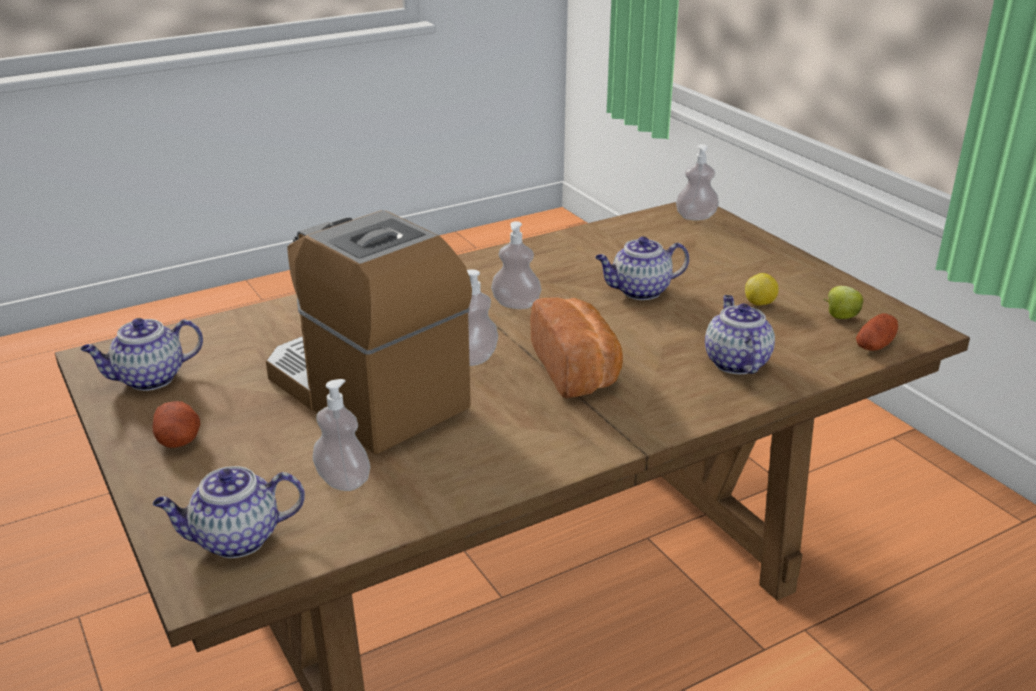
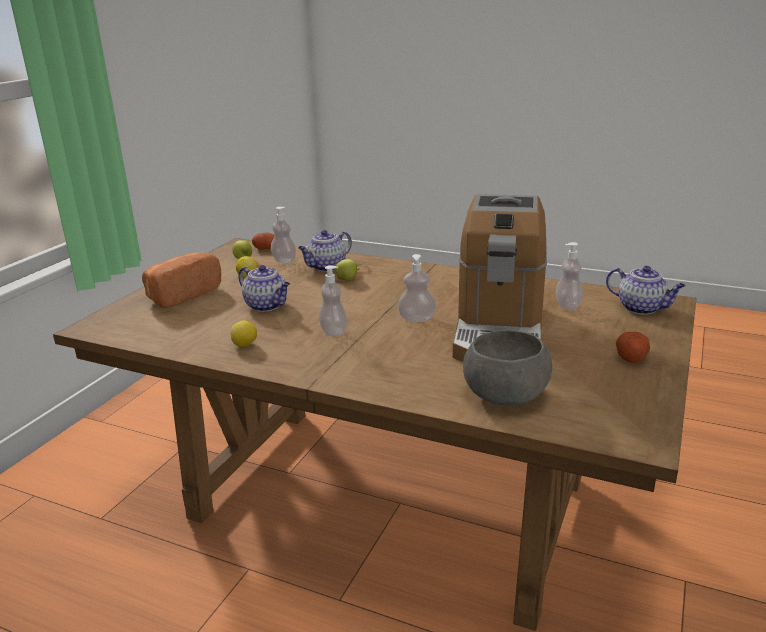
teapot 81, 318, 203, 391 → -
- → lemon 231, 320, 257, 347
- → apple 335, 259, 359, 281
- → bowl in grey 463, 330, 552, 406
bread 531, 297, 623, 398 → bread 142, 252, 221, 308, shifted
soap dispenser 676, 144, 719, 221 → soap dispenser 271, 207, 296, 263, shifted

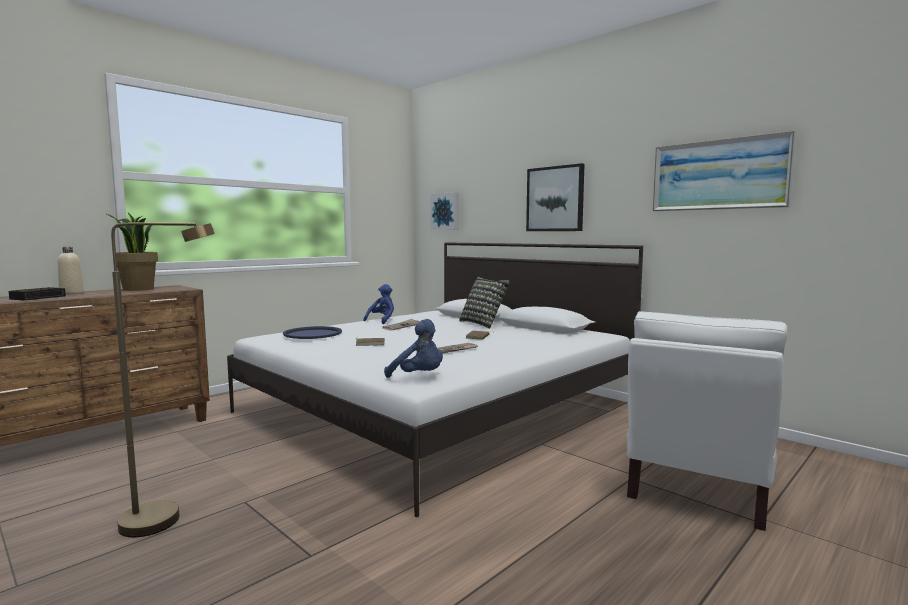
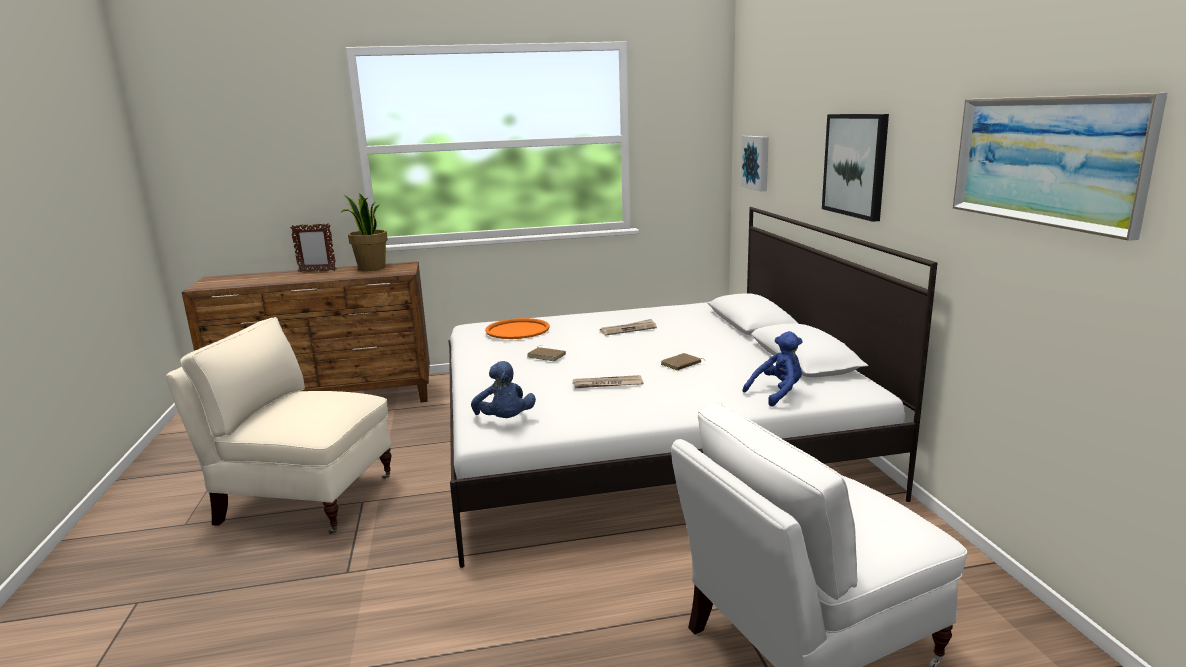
alarm clock 9, 287, 66, 301 → -
pillow 459, 277, 510, 329 → -
plush toy in blue 363, 284, 394, 324 → plush toy in blue 743, 331, 803, 407, shifted
bottle in beige 58, 247, 84, 295 → picture frame 290, 223, 337, 272
floor lamp in brown 111, 222, 215, 537 → armchair in beige 166, 317, 392, 534
tray in blue 283, 326, 342, 339 → tray in orange 485, 318, 550, 339

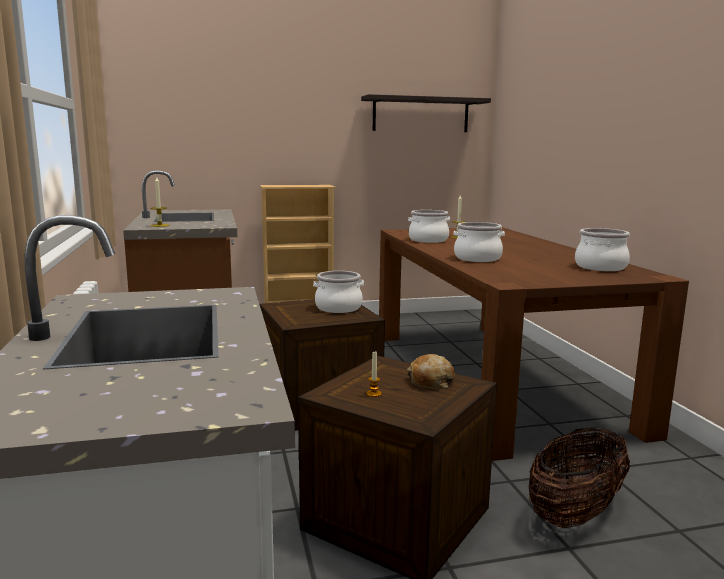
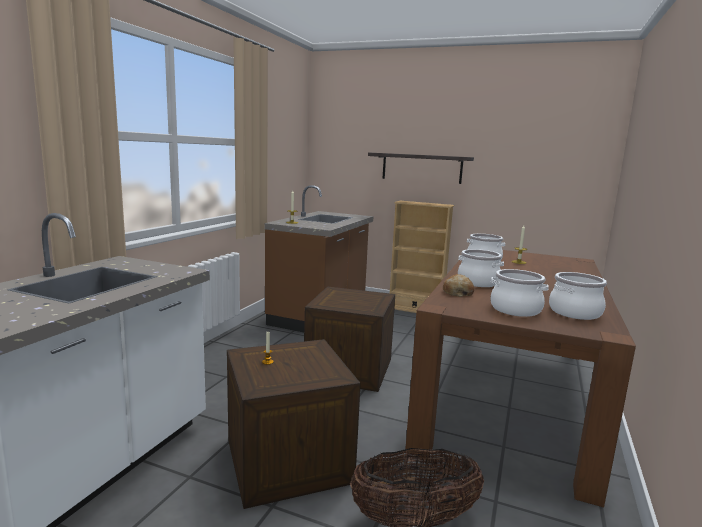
cooking pot 313, 271, 364, 313 → cooking pot 490, 269, 549, 317, shifted
shelf 361, 94, 491, 132 → shelf 368, 152, 474, 184, shifted
bread 407, 354, 455, 389 → bread 443, 274, 474, 297, shifted

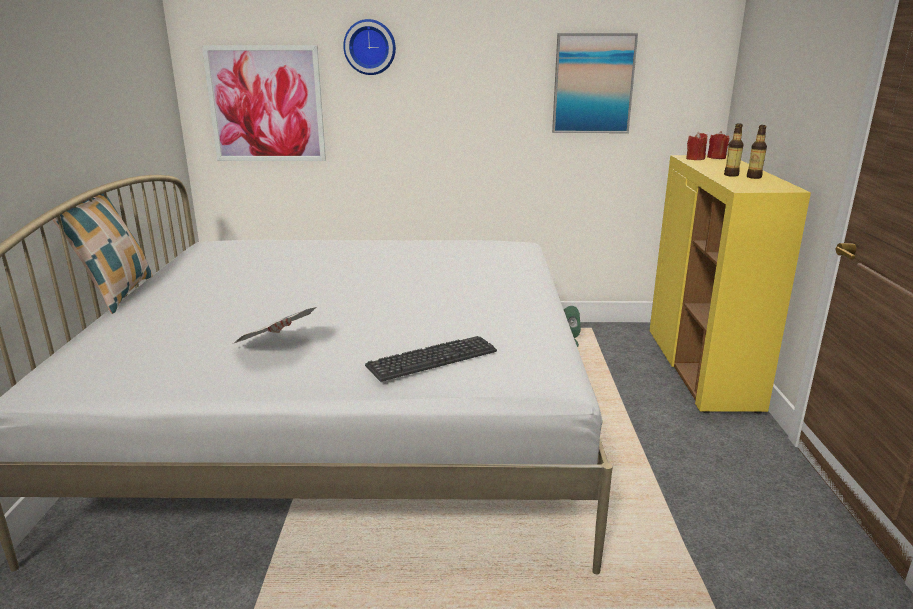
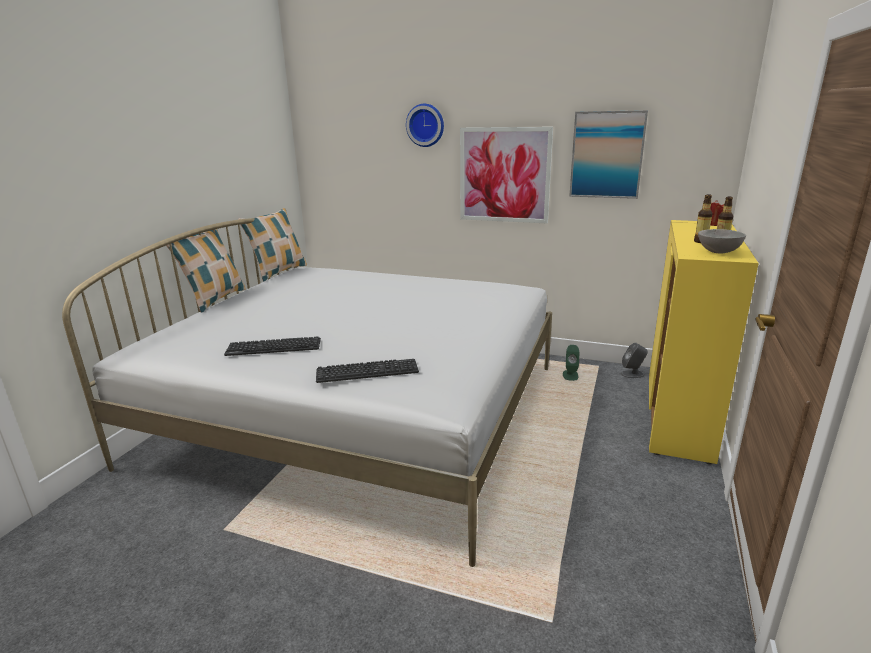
candle in red 686, 132, 707, 160 → -
- → pillow 238, 208, 307, 282
- → speaker in grey 621, 343, 648, 378
- → bowl in grey 698, 229, 746, 253
picture 202, 45, 326, 161 → picture 460, 127, 553, 223, shifted
newspaper 235, 307, 316, 343 → keyboard 224, 336, 321, 356

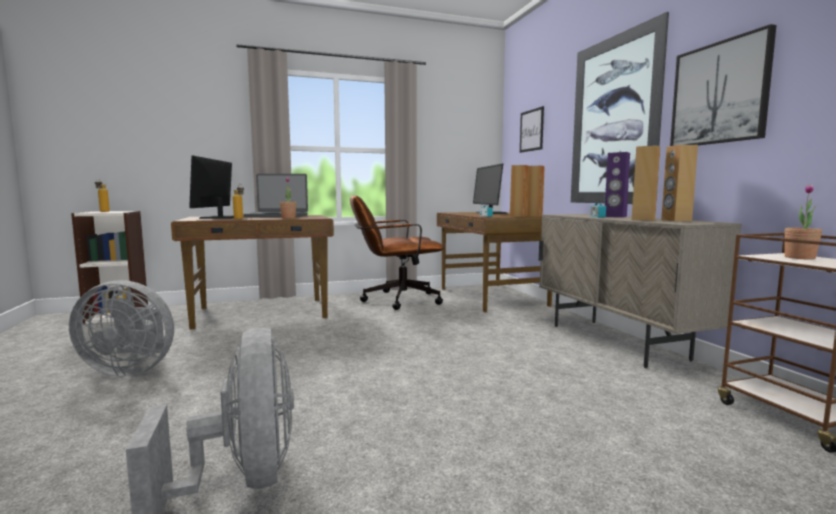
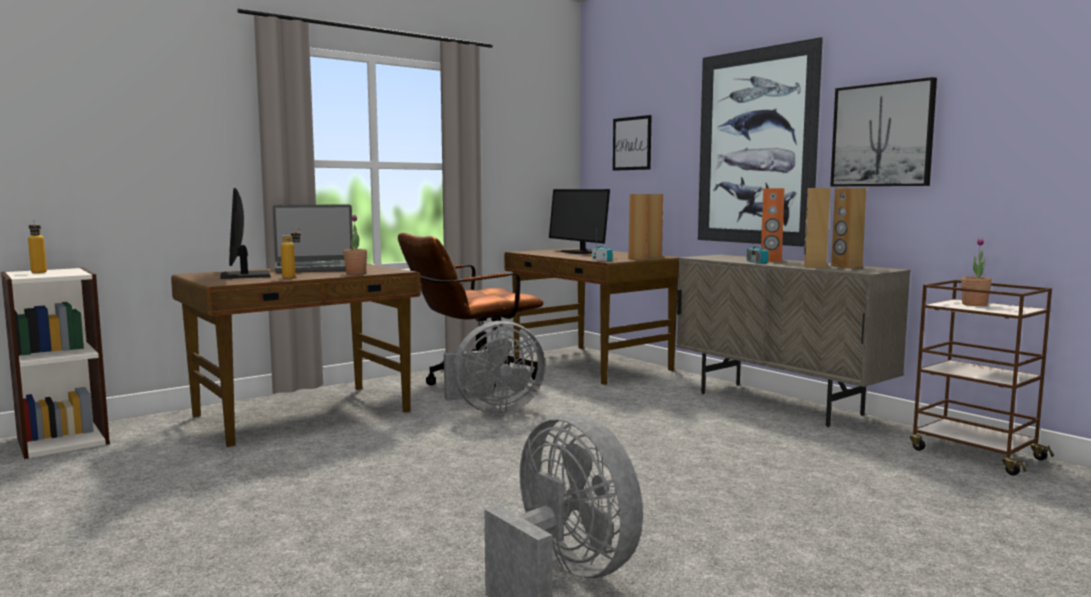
fan in grey 69, 280, 174, 377 → fan in grey 444, 321, 545, 414, shifted
speaker in purple 605, 152, 630, 217 → speaker in orange 761, 188, 785, 262

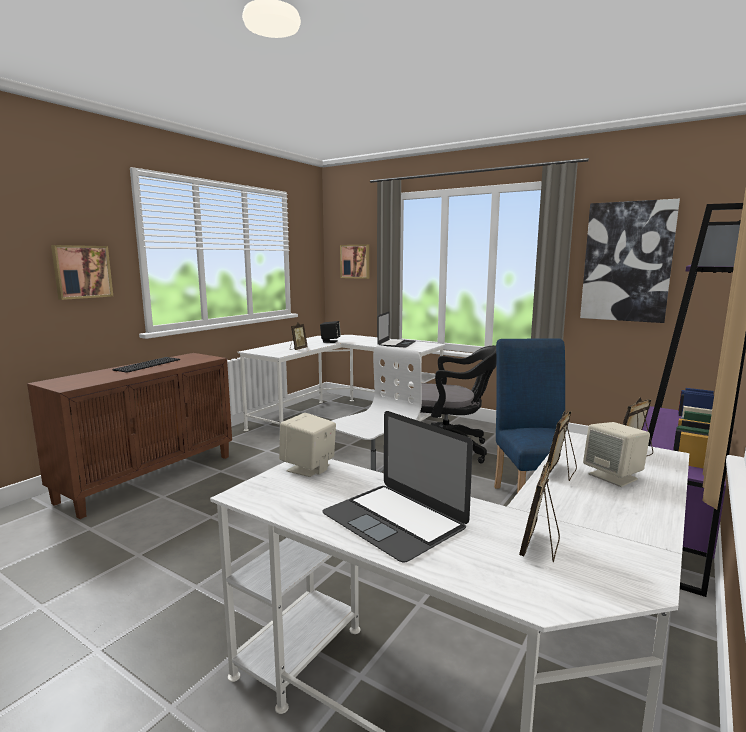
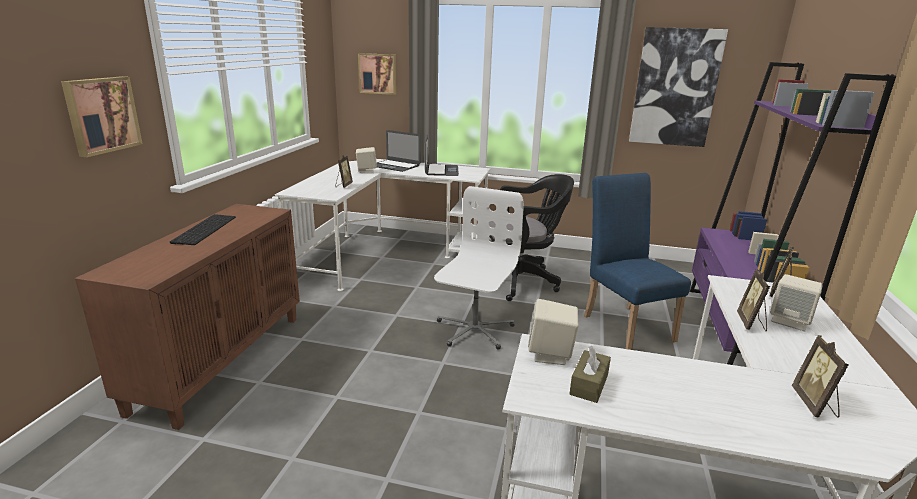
- → tissue box in brown 569, 346, 611, 403
laptop 322, 411, 473, 563 → laptop 377, 130, 420, 172, shifted
speaker in black 320, 321, 341, 343 → speaker in beige 356, 147, 377, 173

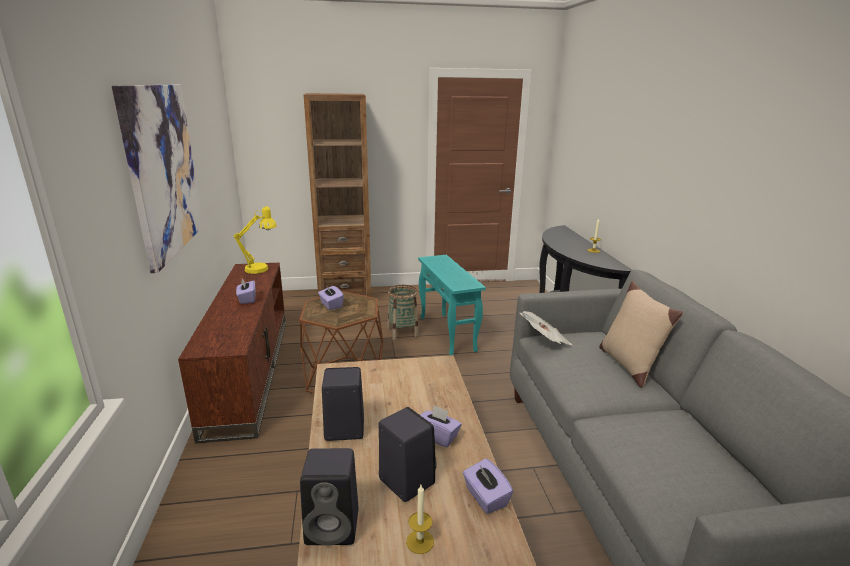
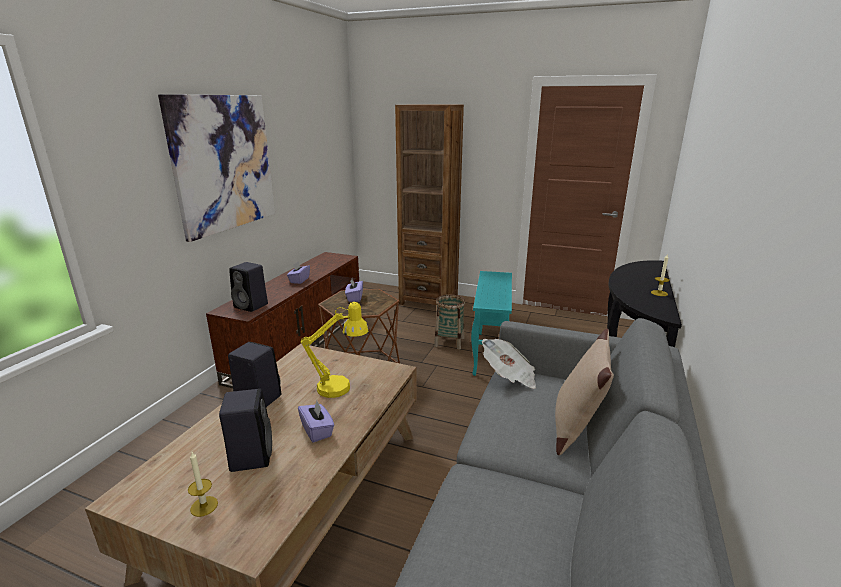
tissue box in purple 463, 458, 513, 514 → -
table lamp in yellow 234, 206, 277, 274 → table lamp in yellow 301, 302, 369, 398, shifted
speaker in black 300, 448, 358, 546 → speaker in black 229, 262, 268, 312, shifted

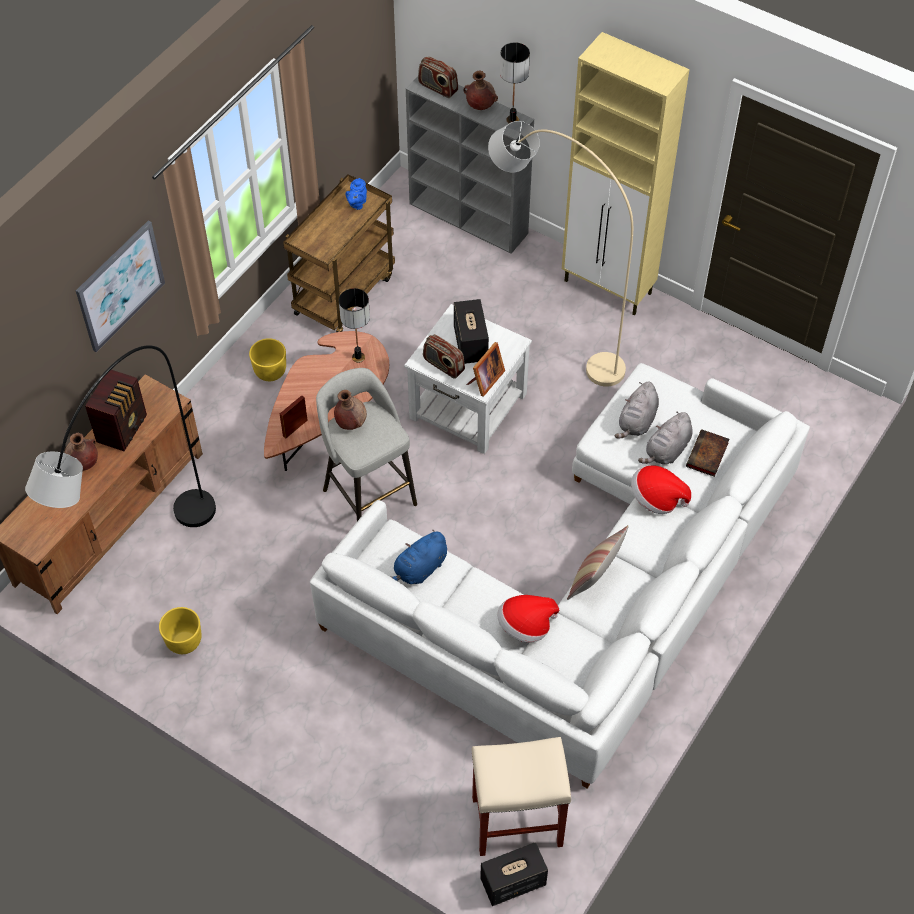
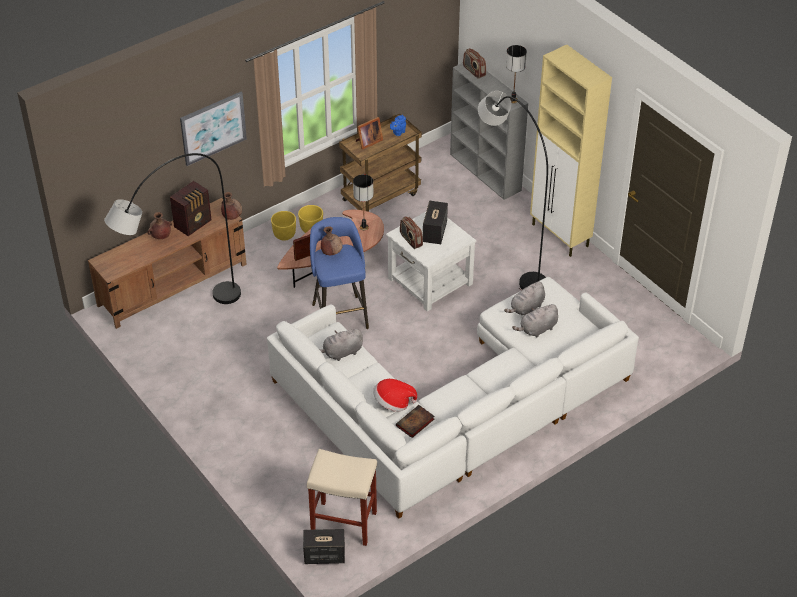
pillow 567, 525, 629, 600 → -
hat 631, 465, 691, 514 → -
planter in yellow 159, 607, 201, 654 → planter in yellow 271, 211, 296, 241, shifted
vase in brown 463, 71, 498, 110 → vase in brown 221, 192, 242, 220, shifted
picture frame 466, 342, 505, 397 → picture frame 356, 117, 383, 150, shifted
book 686, 429, 729, 477 → book 396, 405, 434, 438, shifted
stool in grey 316, 368, 417, 521 → stool in blue 310, 217, 369, 329
plush toy in blue 391, 530, 447, 584 → plush toy in grey 319, 329, 363, 361
floor lamp in beige 488, 121, 633, 387 → floor lamp in black 478, 91, 548, 290

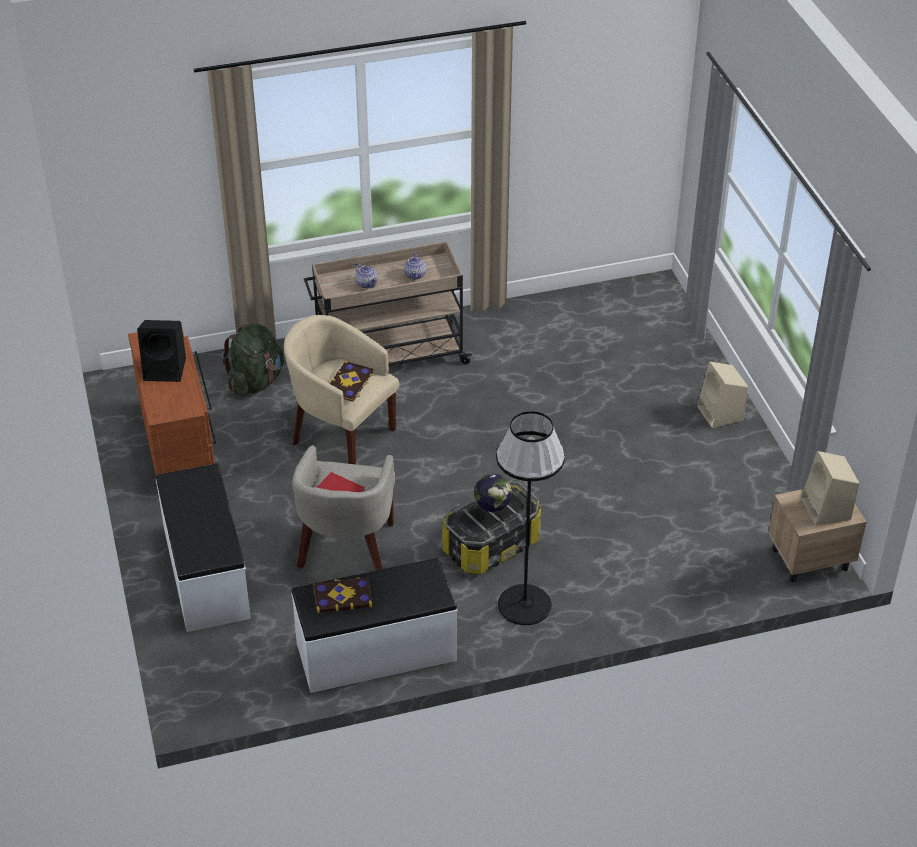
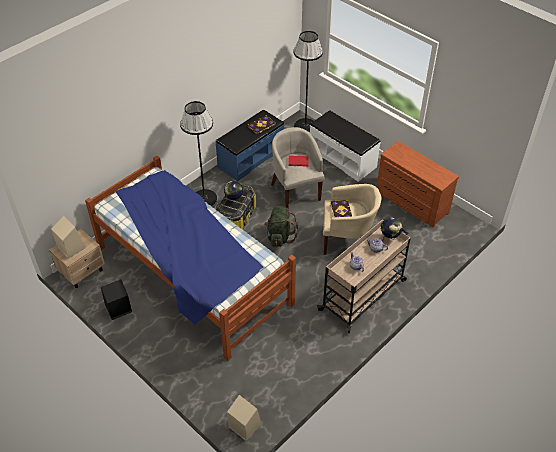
- → bed 85, 156, 296, 361
- → floor lamp in black 293, 31, 323, 133
- → globe 381, 217, 402, 245
speaker in black 137, 320, 186, 382 → speaker in black 101, 279, 132, 320, shifted
backpack in green 222, 323, 284, 396 → backpack in green 264, 206, 298, 247, shifted
speaker in beige 697, 362, 748, 428 → speaker in beige 227, 395, 261, 441, shifted
bench in white 291, 558, 458, 693 → bench in blue 215, 110, 284, 182

